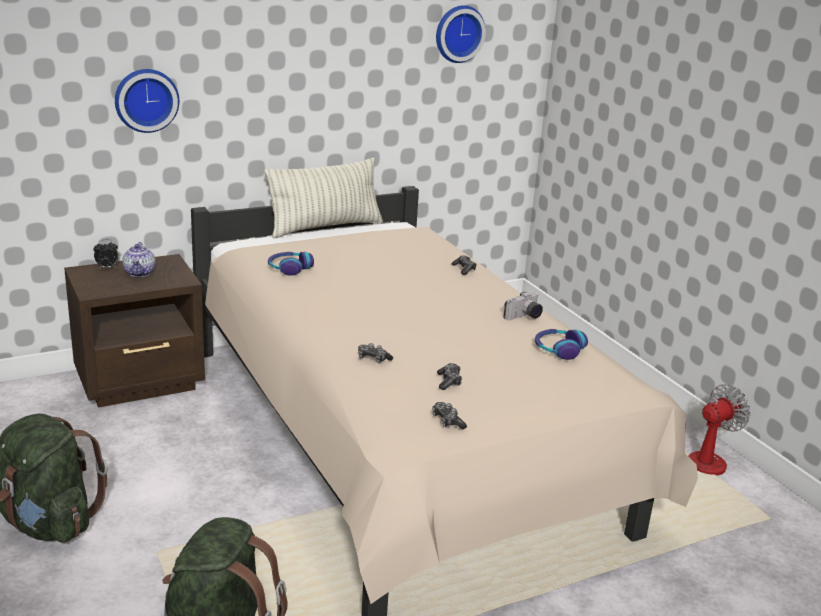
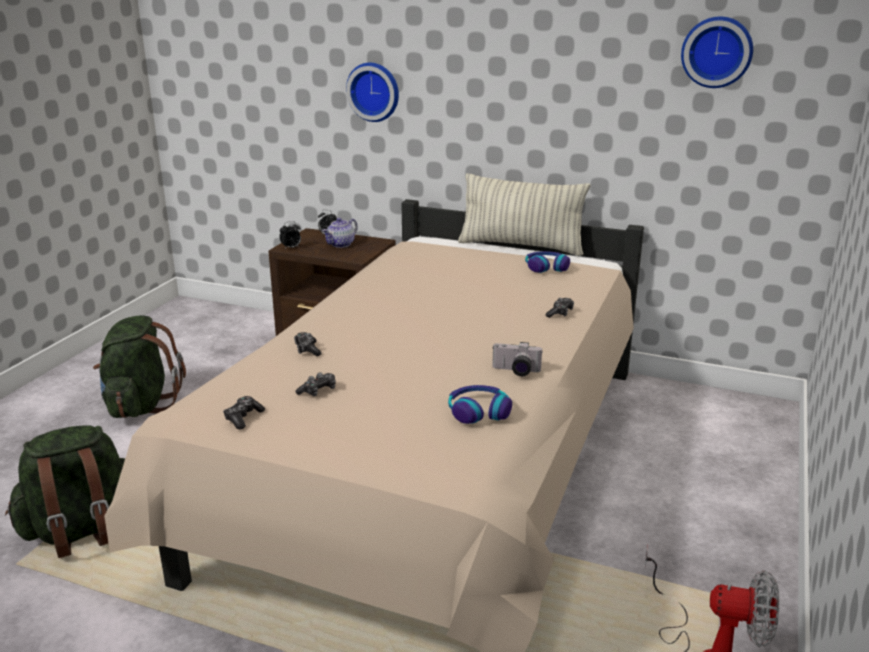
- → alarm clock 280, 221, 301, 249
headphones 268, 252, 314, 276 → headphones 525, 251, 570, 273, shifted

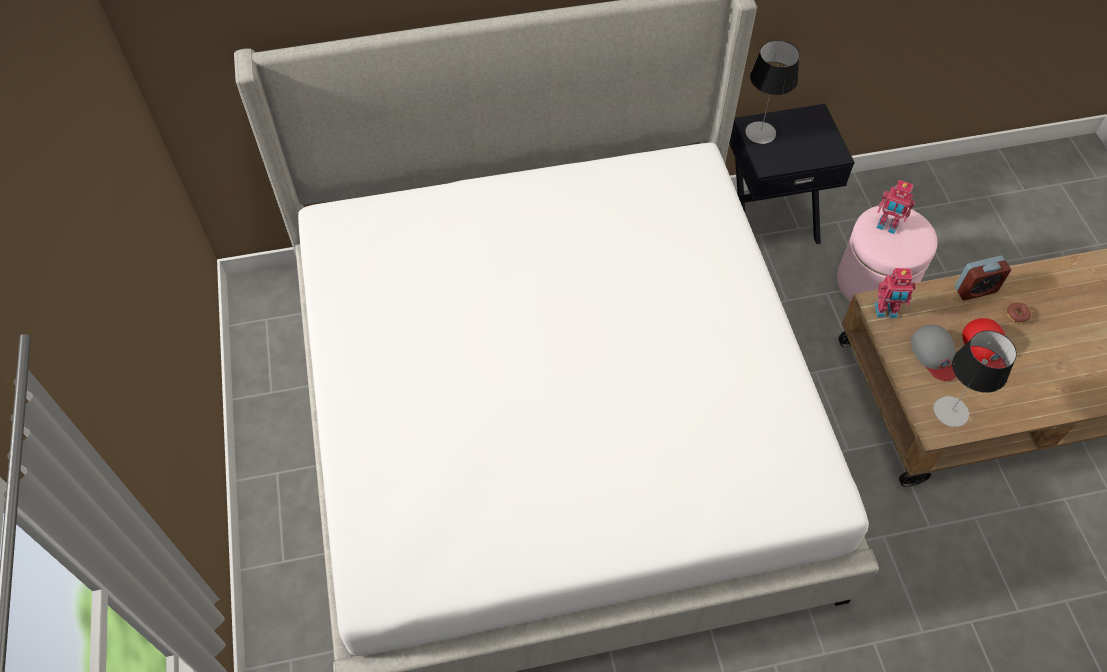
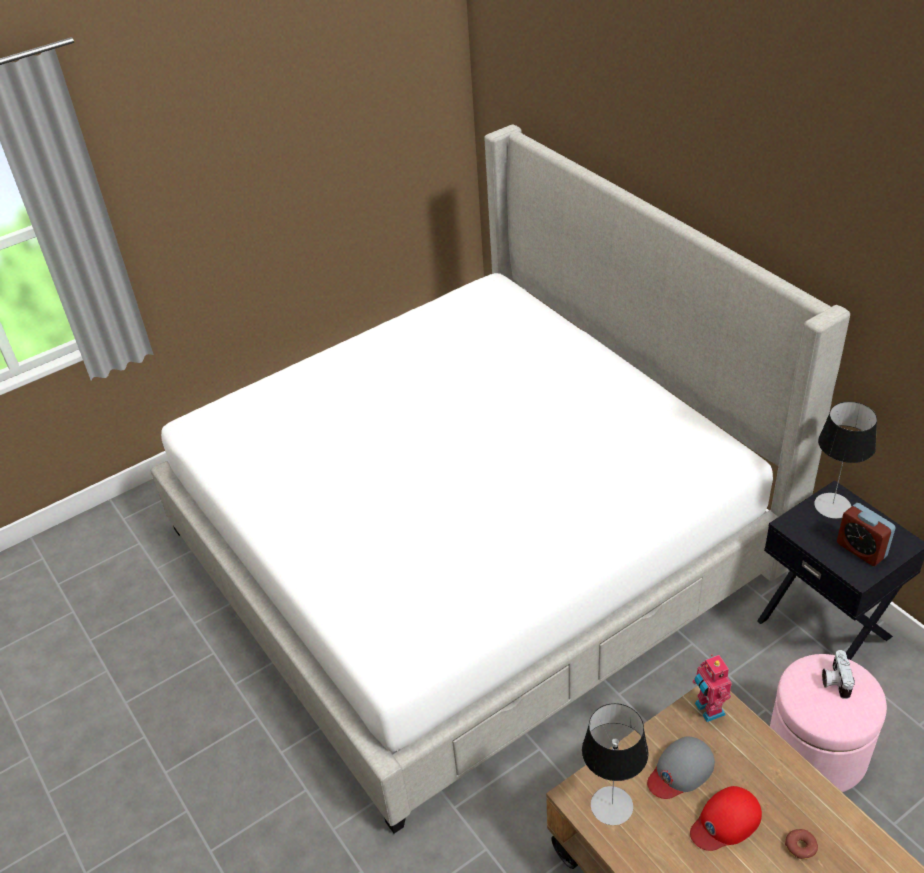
alarm clock 955, 256, 1011, 301 → alarm clock 837, 503, 896, 566, shifted
toy robot 876, 180, 915, 234 → photo camera 822, 650, 855, 699

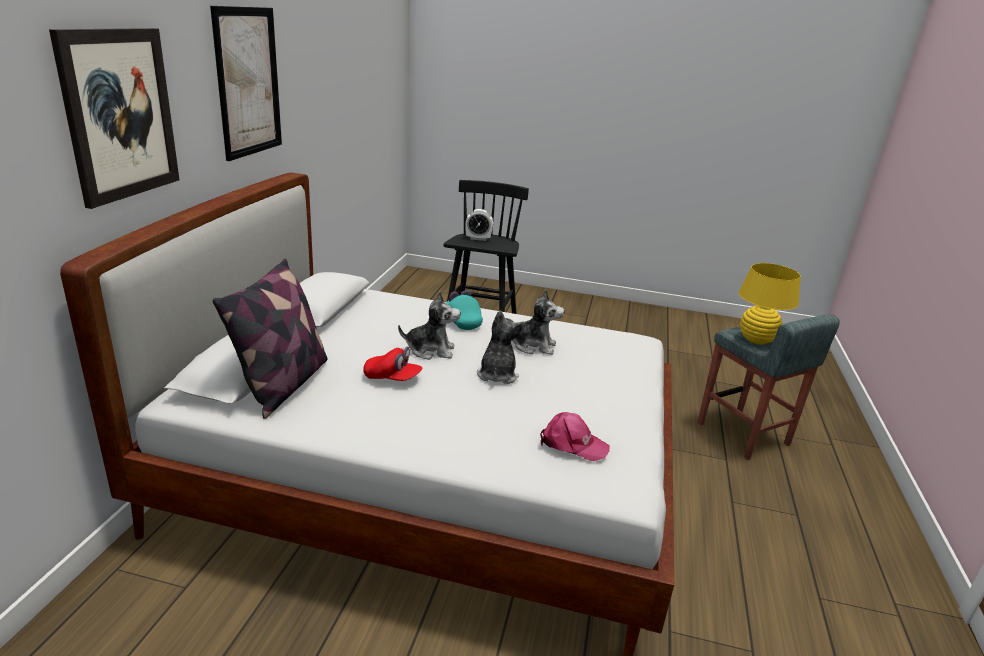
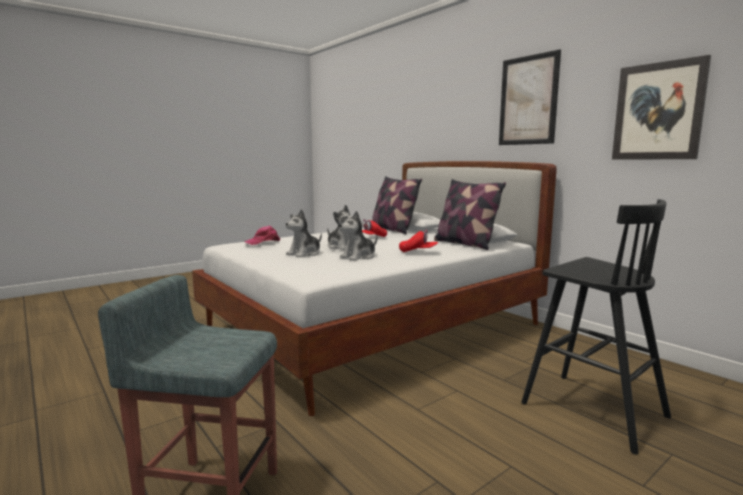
alarm clock 465, 209, 493, 241 → -
table lamp in yellow 739, 263, 801, 344 → -
- → pillow 434, 179, 506, 250
picture 49, 28, 179, 209 → picture 612, 55, 711, 160, shifted
plush toy 398, 292, 461, 360 → plush toy 286, 209, 322, 257, shifted
cap in turquoise 446, 290, 483, 330 → cap in red 399, 229, 438, 252

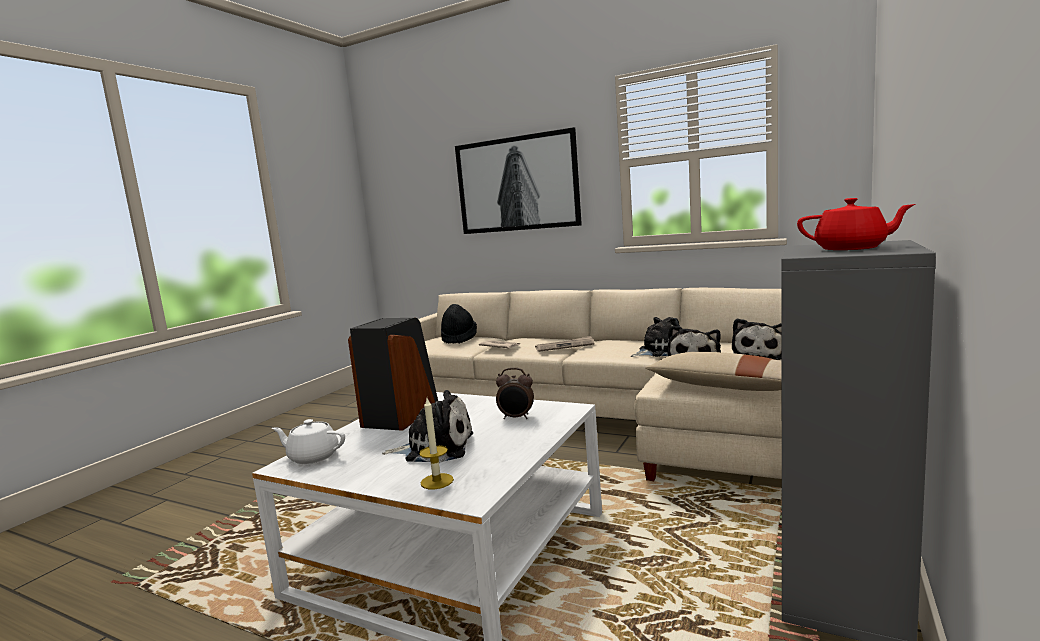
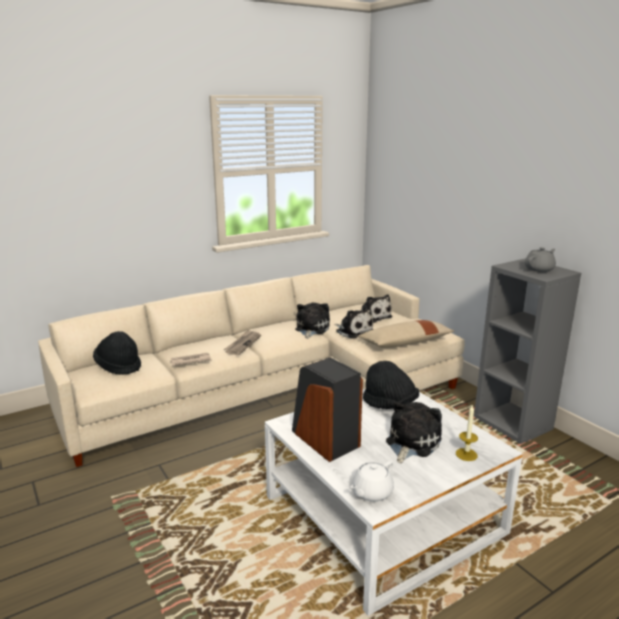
picture 455, 127, 582, 234 → -
alarm clock 496, 368, 534, 419 → hat in black 363, 361, 419, 409
teapot in red 797, 198, 916, 250 → teapot in grey 525, 247, 556, 272

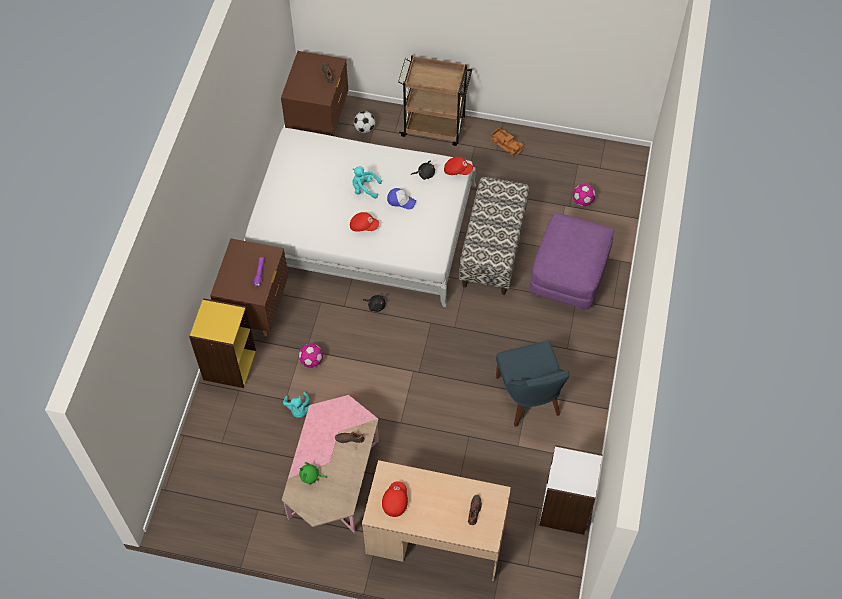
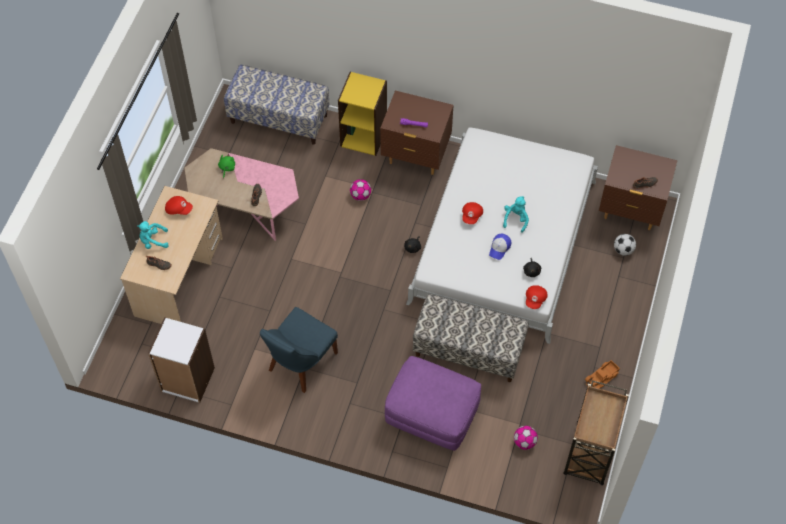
- → bench 224, 65, 330, 145
plush toy in turquoise 283, 392, 309, 418 → plush toy in turquoise 137, 221, 169, 249, shifted
cart in brown 398, 55, 472, 146 → cart in brown 563, 380, 629, 485, shifted
chair in blue 496, 341, 569, 427 → chair in blue 260, 307, 338, 393, 45 degrees counterclockwise

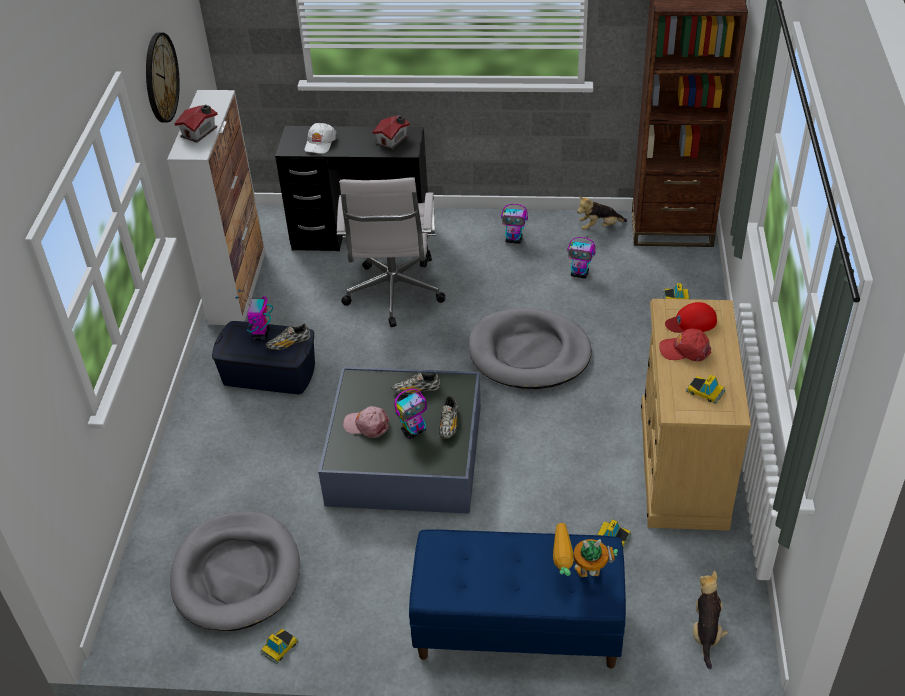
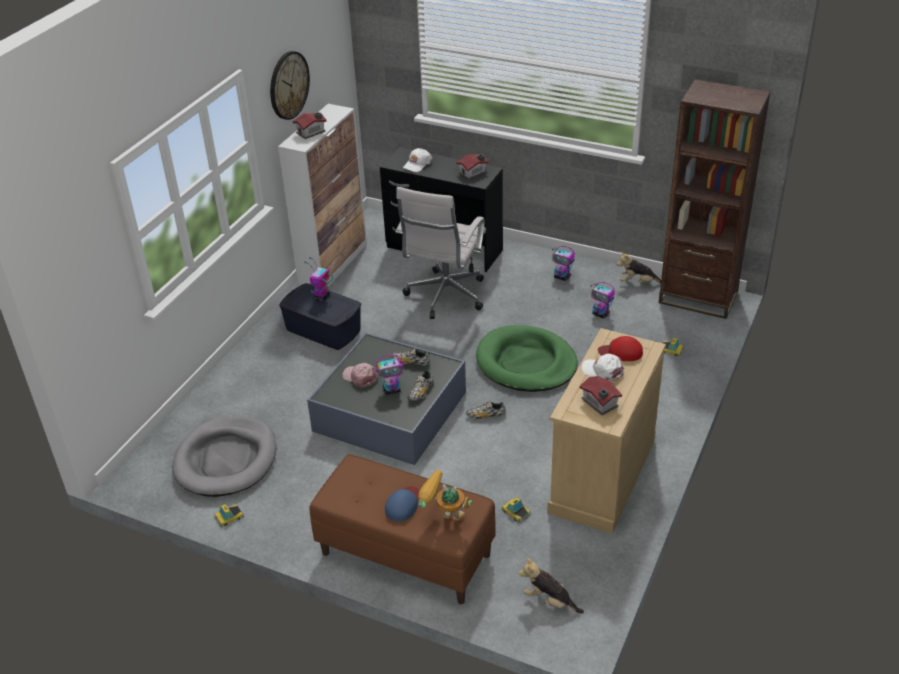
- → cap in blue 385, 486, 419, 522
shoe 266, 323, 311, 350 → shoe 466, 401, 506, 419, shifted
toy car 686, 374, 726, 404 → toy house 579, 376, 622, 415
bench in blue 409, 529, 626, 669 → bench in brown 310, 454, 496, 604
dog bed in grey 469, 308, 591, 389 → dog bed in green 476, 325, 578, 392
cap in red 659, 329, 711, 361 → cap in white 581, 354, 624, 381
plush toy 693, 571, 728, 669 → plush toy 519, 557, 584, 614, 90 degrees counterclockwise

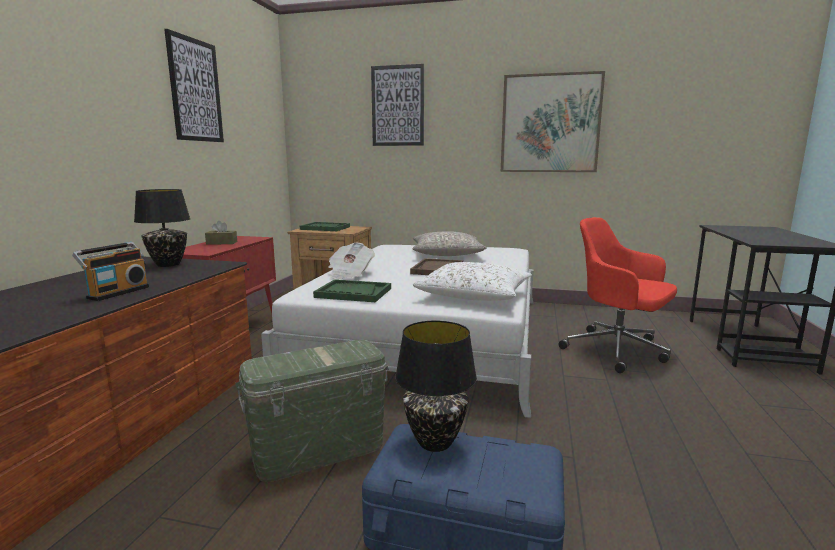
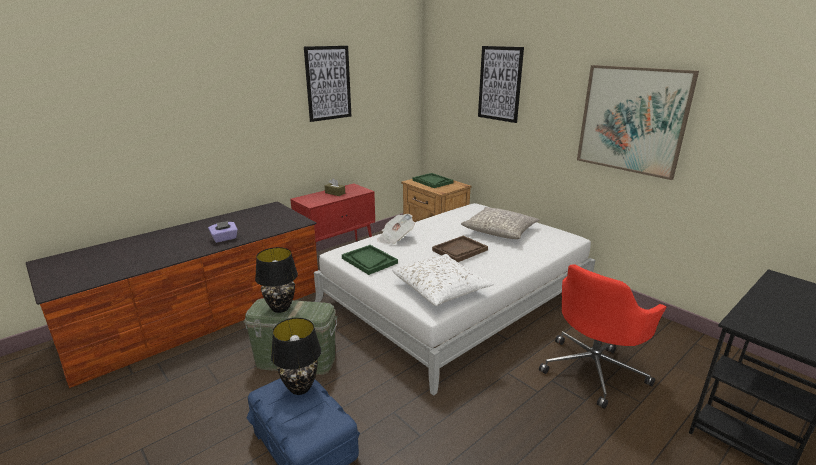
table lamp in black 134, 189, 190, 267 → table lamp in black 255, 247, 298, 313, shifted
radio 72, 242, 149, 301 → tissue box in purple 208, 221, 238, 243
office chair in red 558, 217, 677, 373 → office chair in red 539, 264, 666, 409, 120 degrees counterclockwise

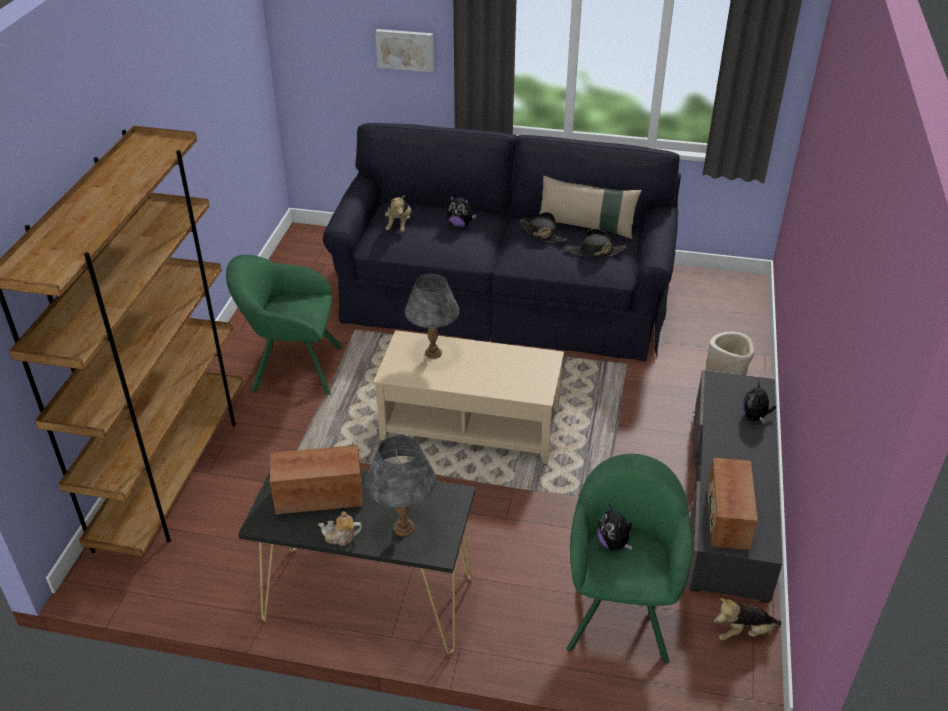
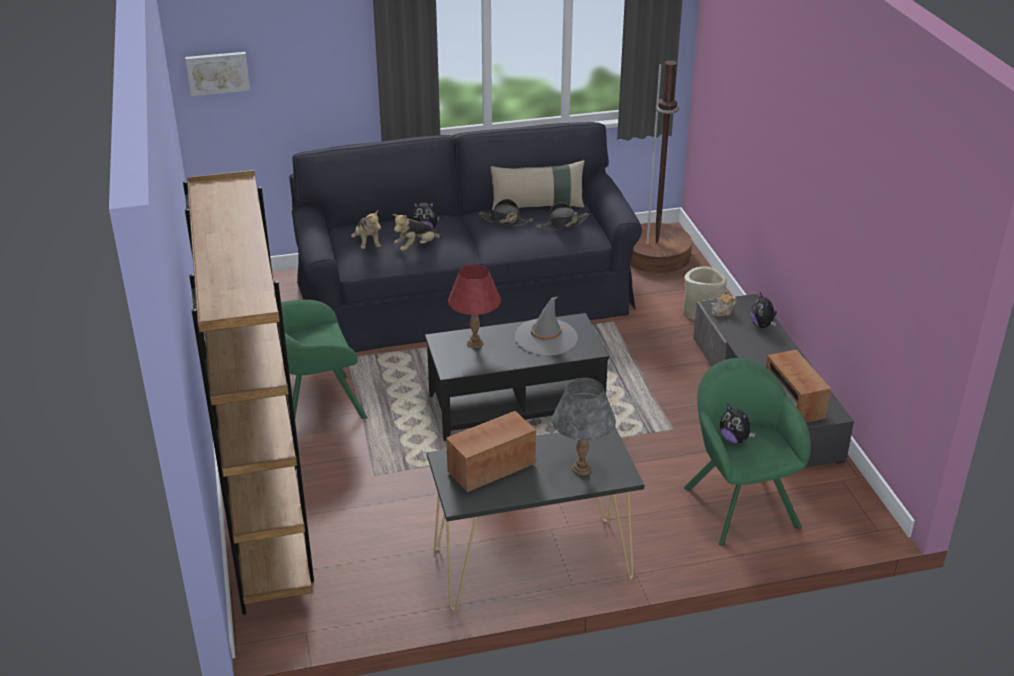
- → hat in grey 515, 296, 578, 356
- → floor lamp in brown 630, 60, 692, 273
teapot 318, 511, 362, 546 → teapot 711, 290, 737, 316, shifted
picture 376, 29, 434, 72 → picture 185, 52, 250, 96, shifted
plush toy 714, 598, 781, 640 → plush toy 393, 214, 442, 251, shifted
coffee table in beige 373, 330, 564, 464 → coffee table in black 425, 313, 609, 441
table lamp in grey 405, 274, 460, 359 → table lamp in red 448, 264, 501, 348

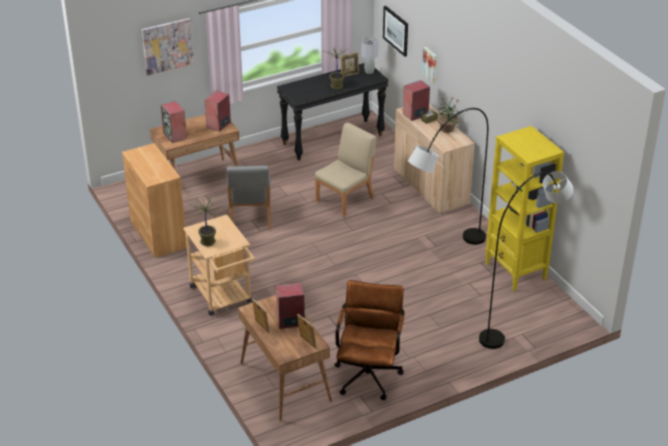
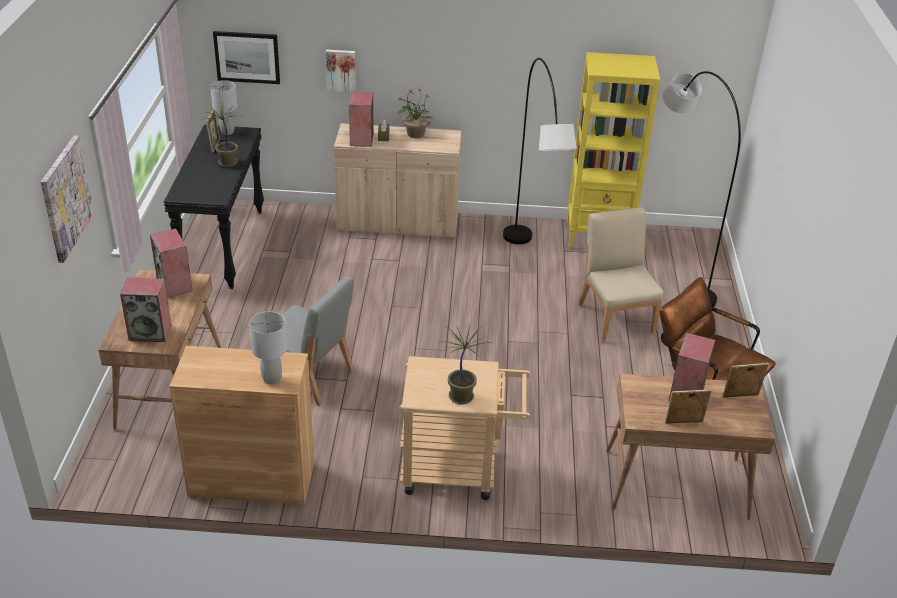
- → table lamp in grey 249, 312, 287, 384
chair in beige 315, 122, 376, 218 → chair in beige 578, 207, 664, 343, shifted

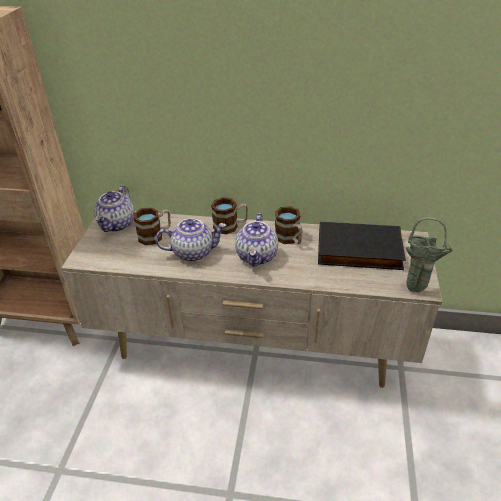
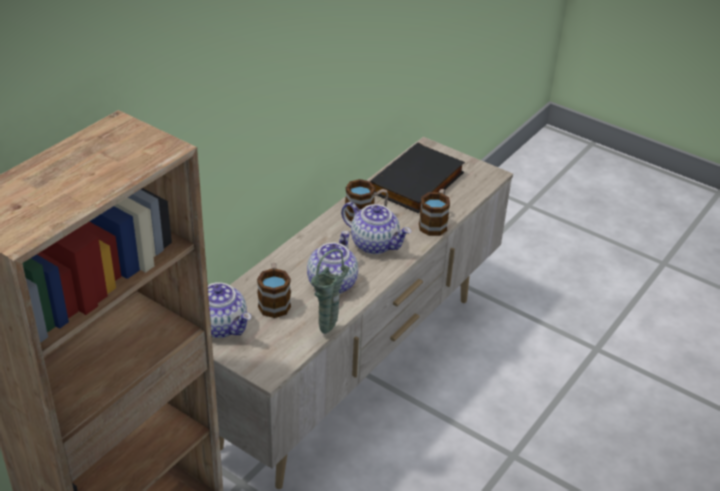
mug 211, 197, 248, 234 → mug 419, 189, 450, 236, shifted
vase in green 406, 217, 453, 292 → vase in green 311, 249, 350, 334, shifted

